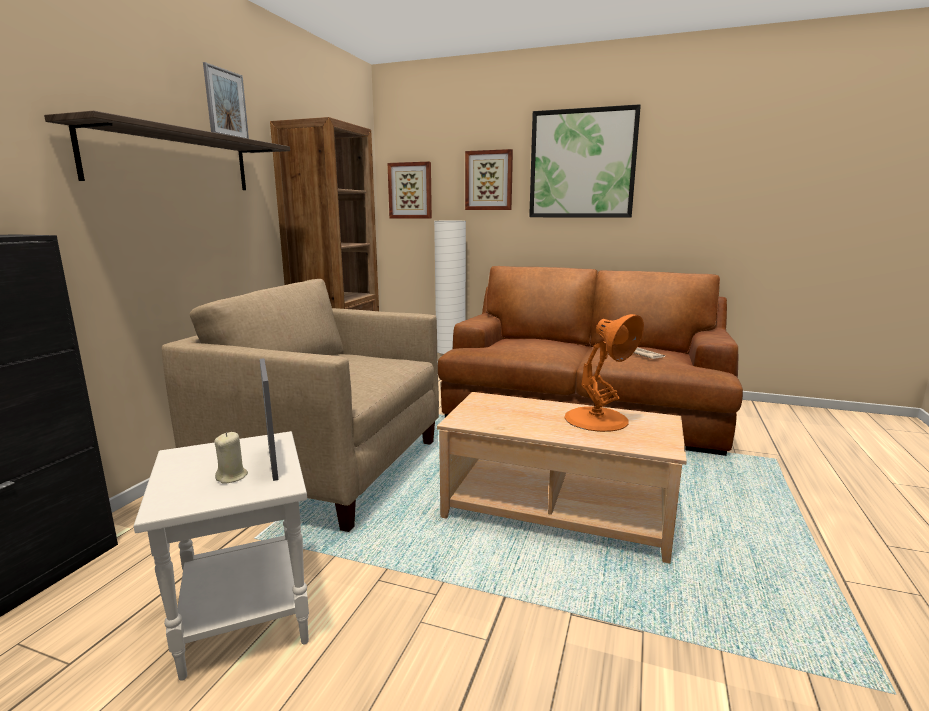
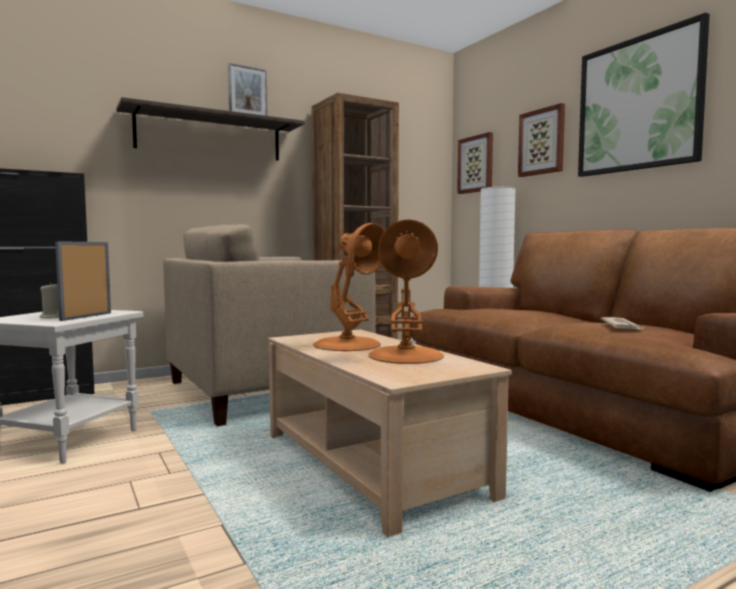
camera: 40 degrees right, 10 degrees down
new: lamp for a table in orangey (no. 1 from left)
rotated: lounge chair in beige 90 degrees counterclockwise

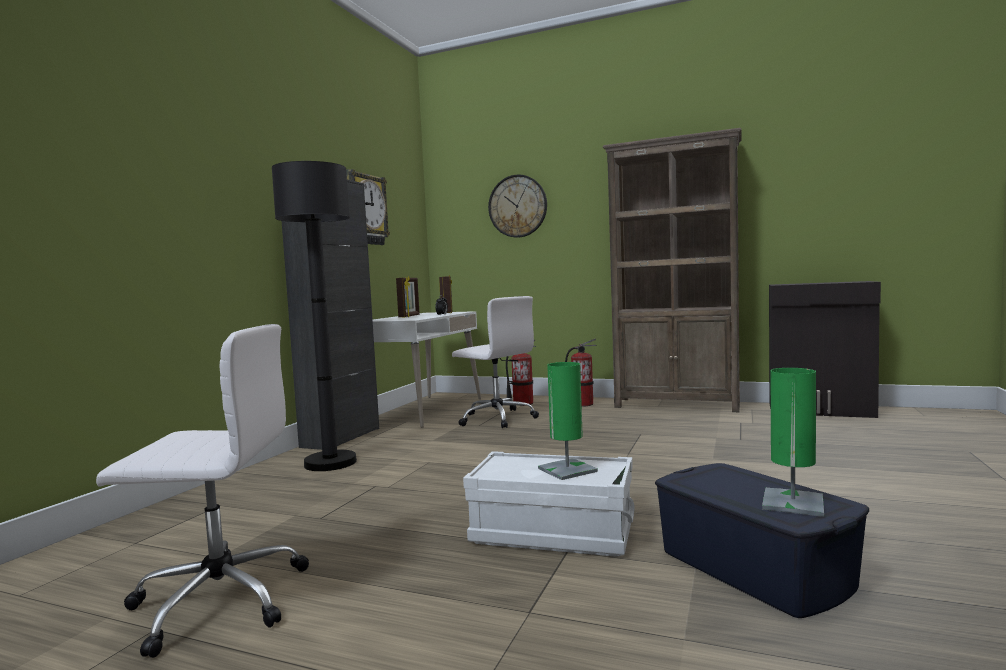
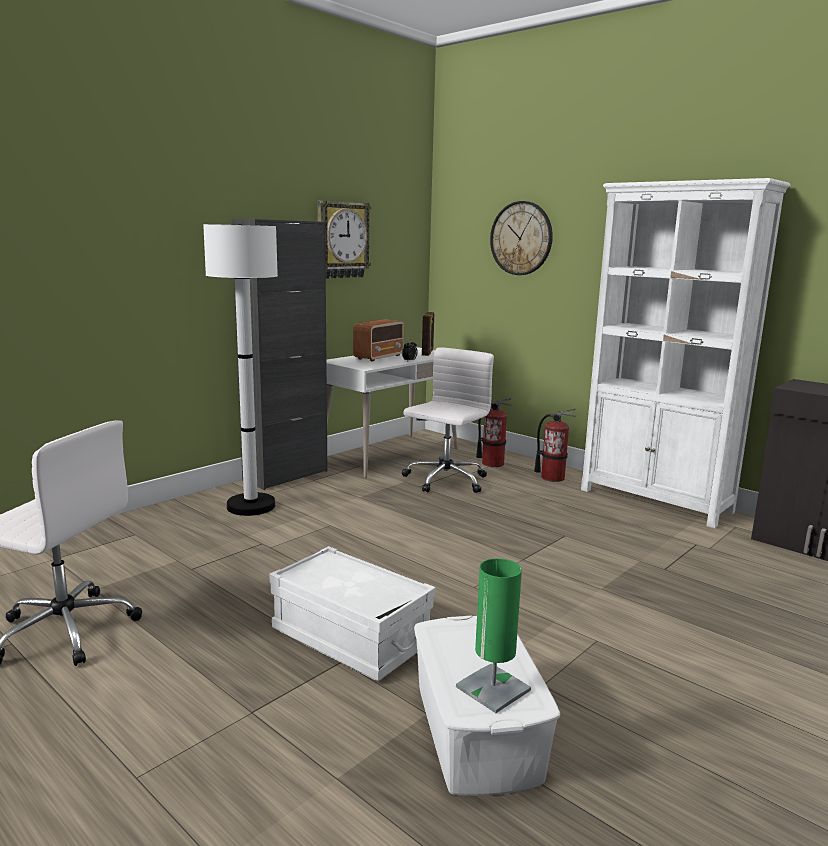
camera: 20 degrees right, 10 degrees up
gone: lamp for a table in green (no. 1 from left)
swapped: photo frame (no. 1 from left) to radio receiver
repainted: standard lamp in blackish to standard lamp in white; shelving unit in brown to shelving unit in white; storage box in bluish to storage box in white (no. 2 from left)
rotated: computer chair in white (no. 2 from left) 120 degrees counterclockwise

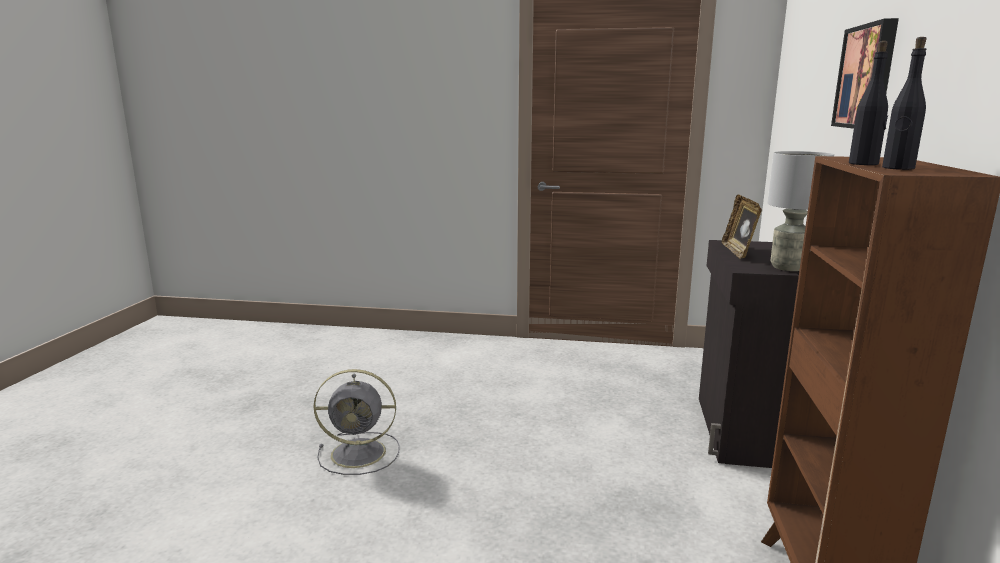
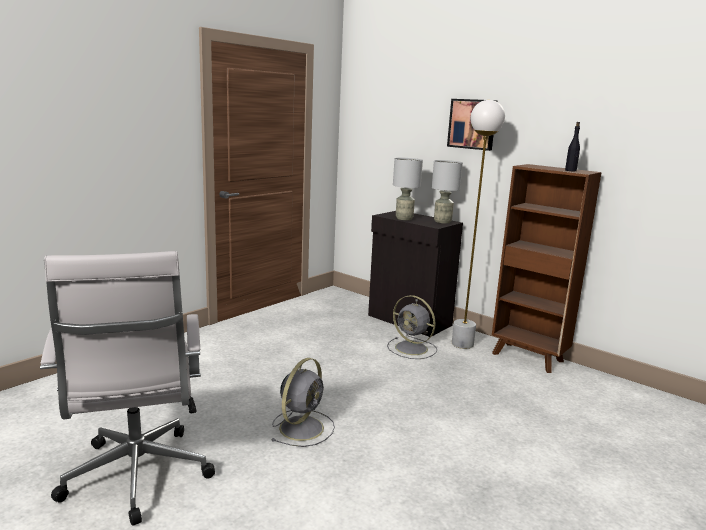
camera: 60 degrees left, 0 degrees up
gone: beverage bottle in blackish (no. 1 from left)
new: computer chair in white; fan in grey (no. 2 from left); standard lamp in white
swapped: photo frame to lamp for a table in grey (no. 1 from left)

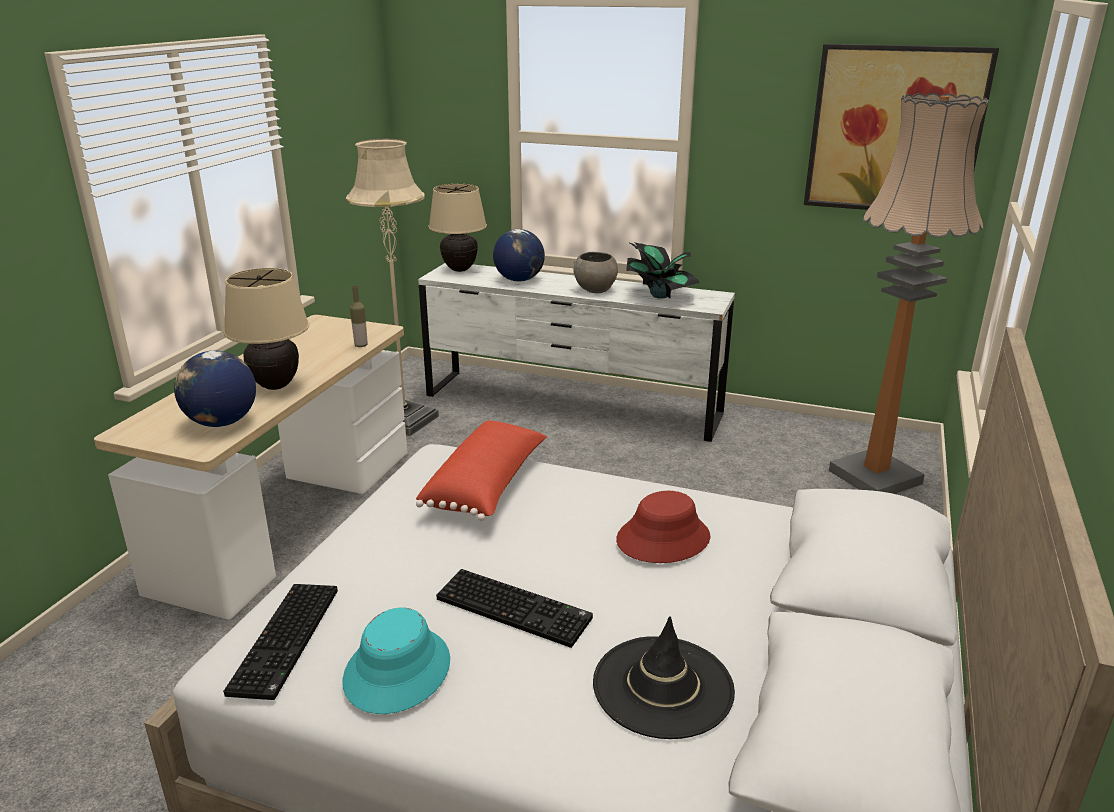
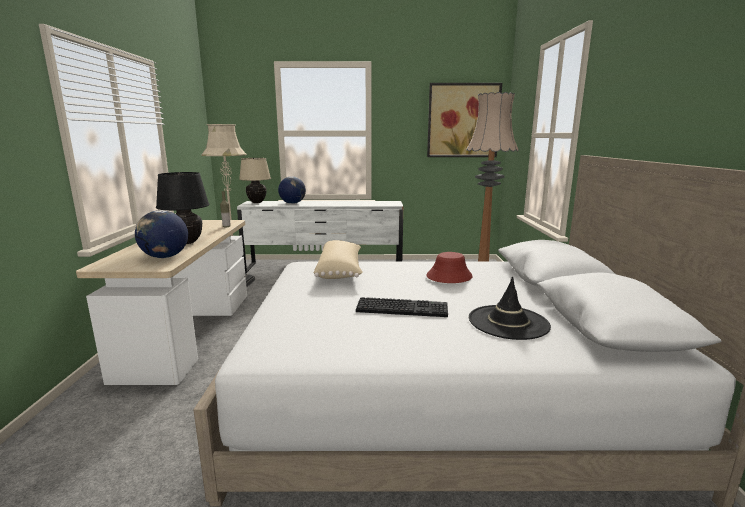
camera: 20 degrees left, 10 degrees down
gone: keyboard (no. 1 from left); clothing hat in turquoise-coloured; bowl in grey; plant in a pot
repainted: lamp for a table in beige (no. 1 from left) to lamp for a table in blackish; pillow in reddish to pillow in beige

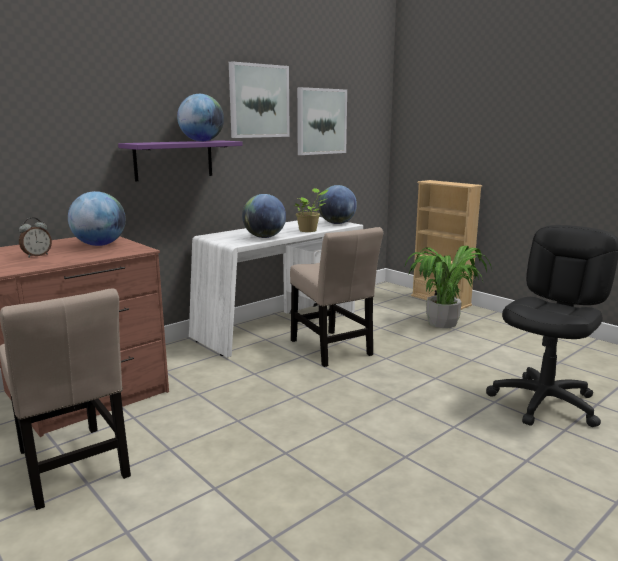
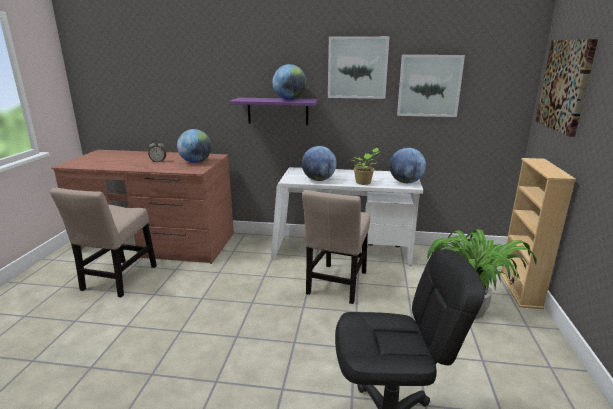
camera: 50 degrees right, 5 degrees up
new: wall art (no. 3 from left)

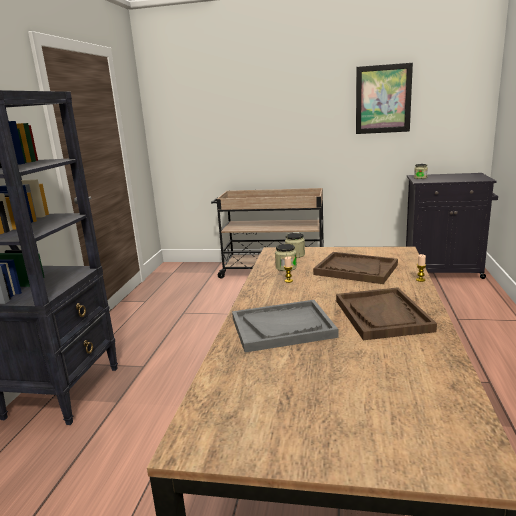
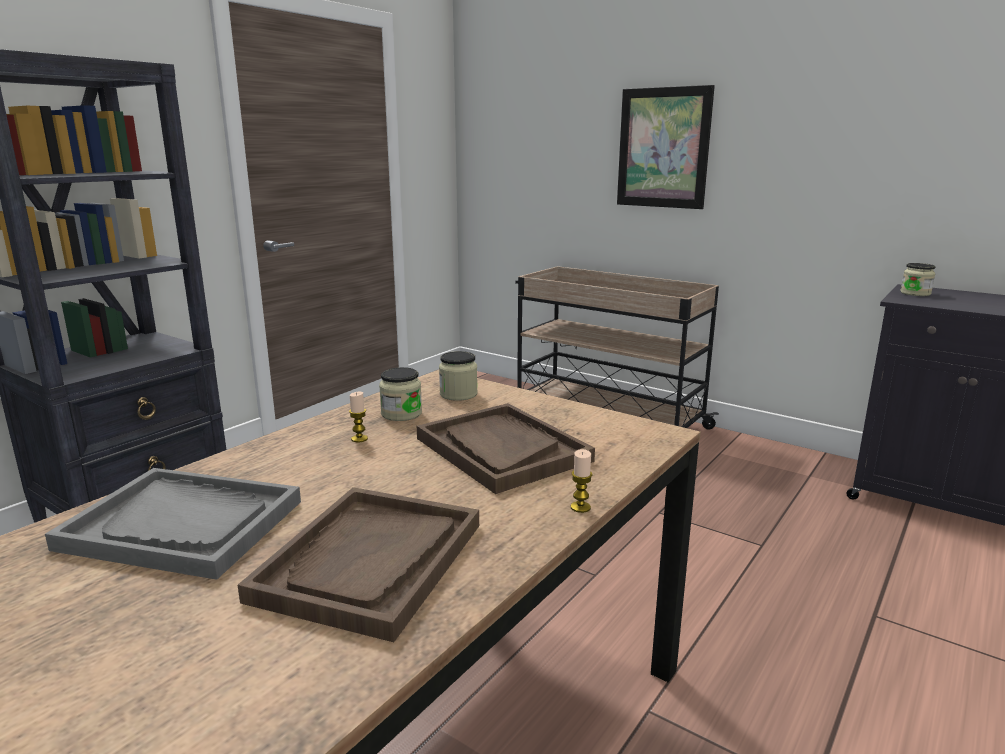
camera: 25 degrees right, 0 degrees up
shifted: wall art

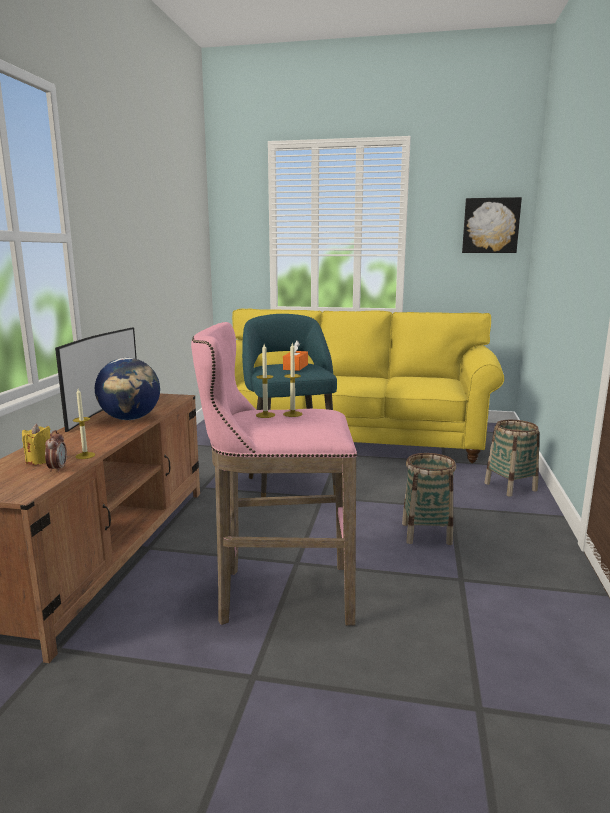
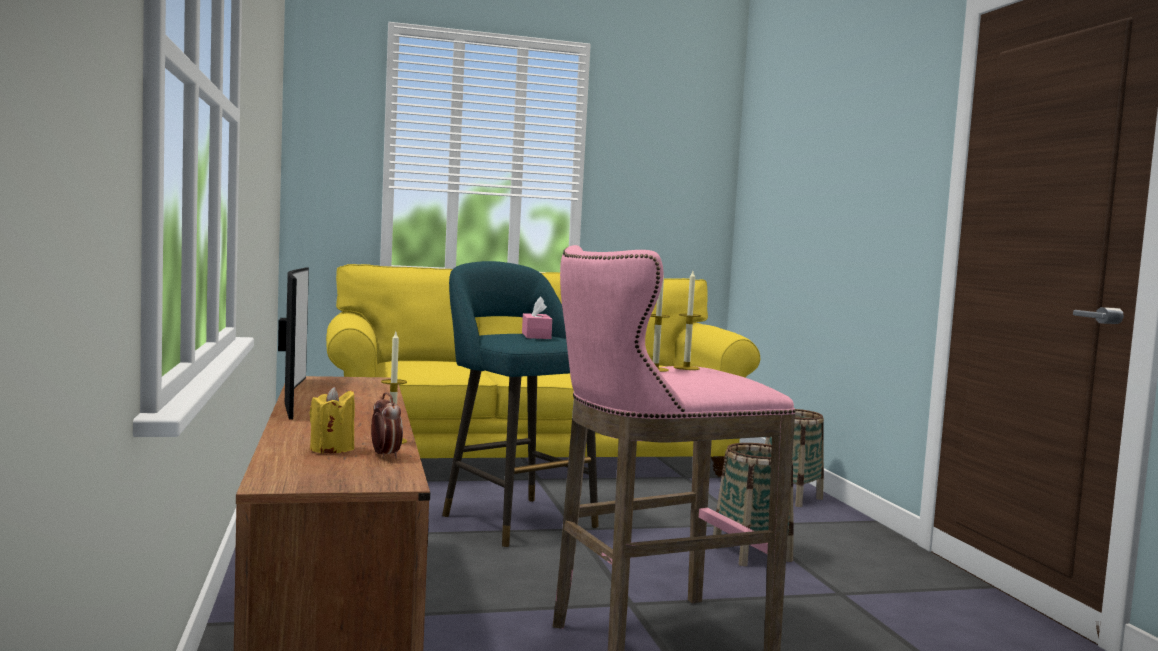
camera: 25 degrees left, 10 degrees down
gone: desk globe; wall art
repainted: box of tissues in orangey to box of tissues in pink-coloured

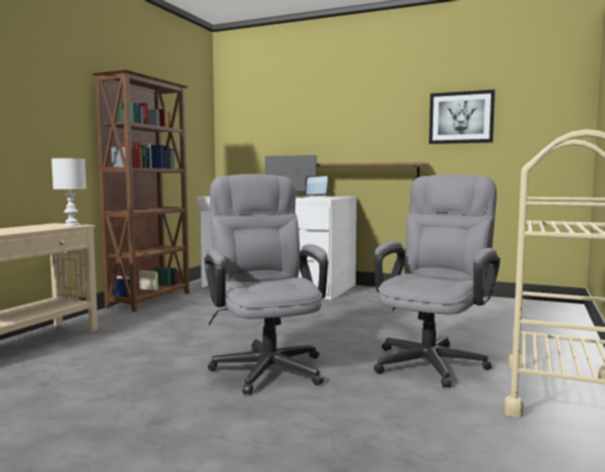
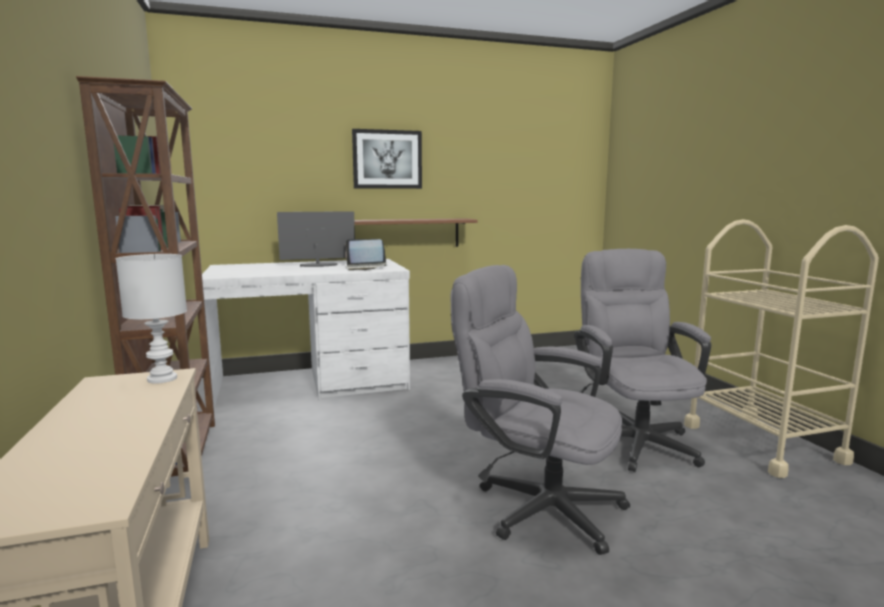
camera: 40 degrees left, 5 degrees up
shifted: wall art

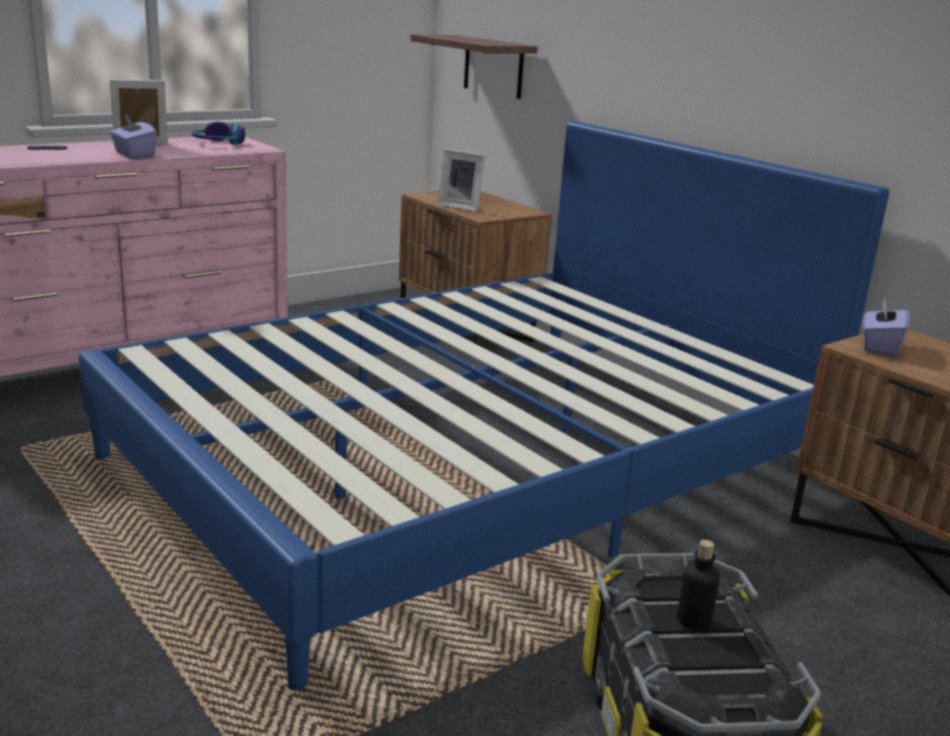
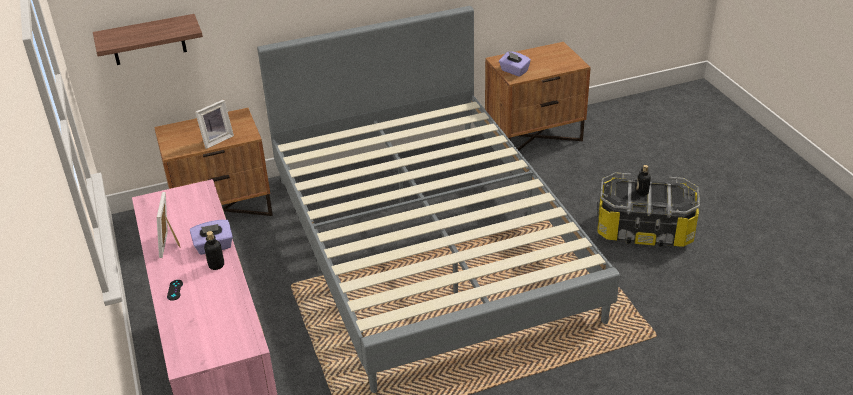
camera: 70 degrees left, 15 degrees up
gone: headphones
new: beverage bottle (no. 1 from left)
repainted: sleeping bed in bluish to sleeping bed in grey

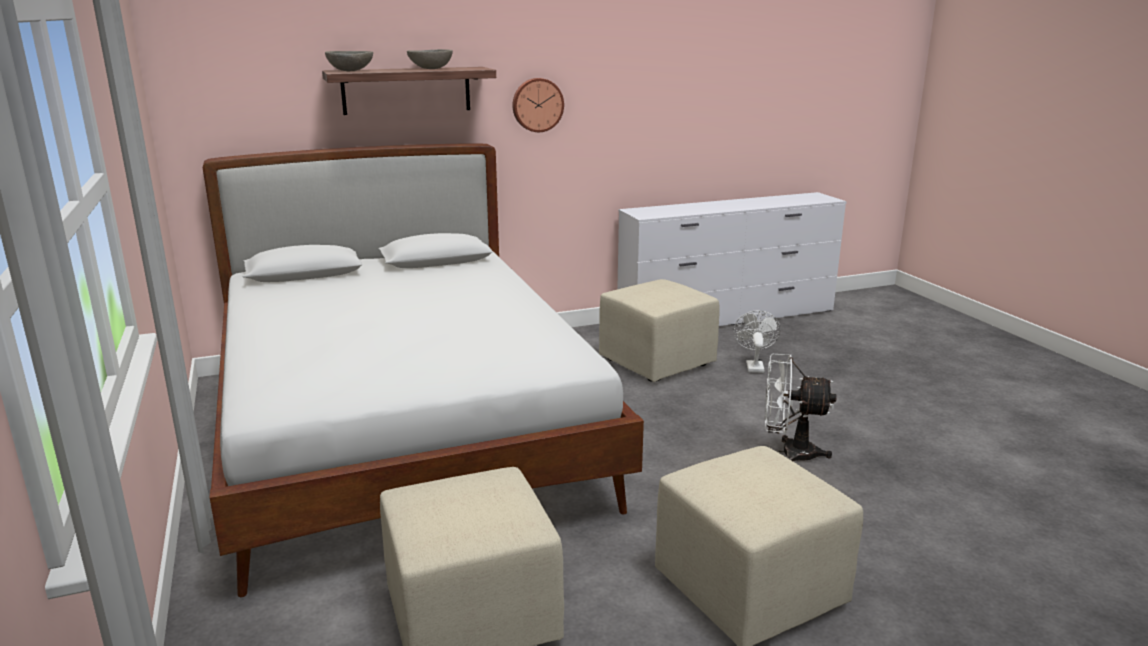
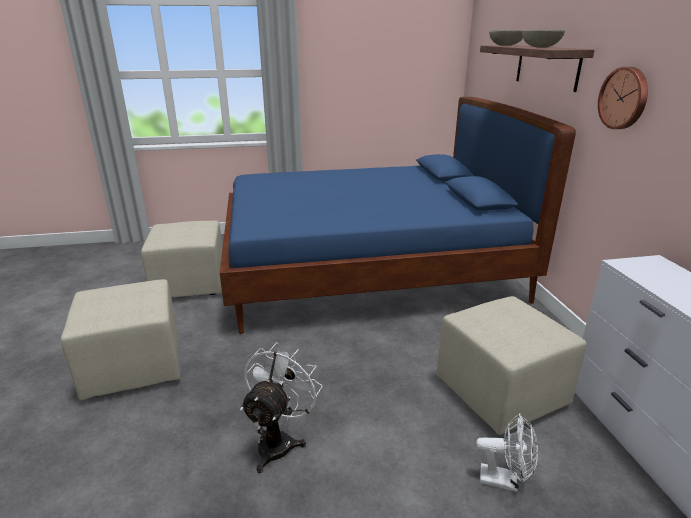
camera: 100 degrees right, 5 degrees up
repainted: sleeping bed in white to sleeping bed in bluish

